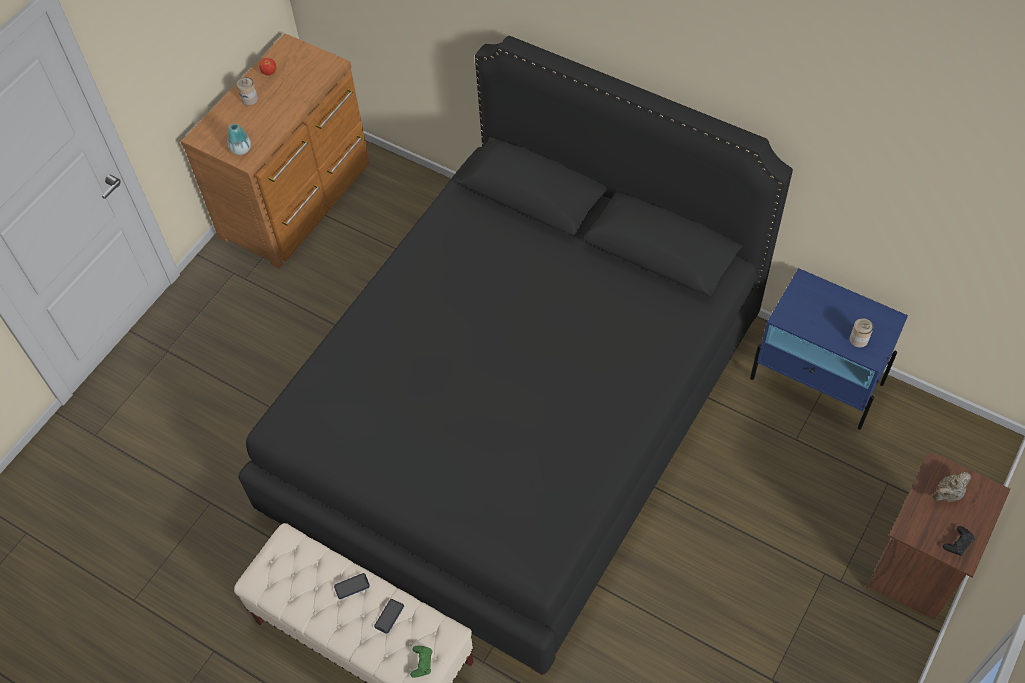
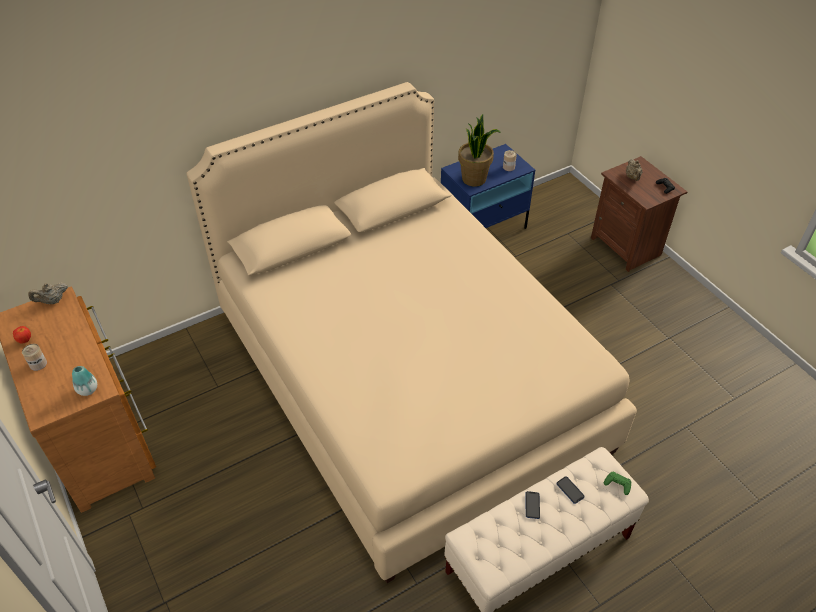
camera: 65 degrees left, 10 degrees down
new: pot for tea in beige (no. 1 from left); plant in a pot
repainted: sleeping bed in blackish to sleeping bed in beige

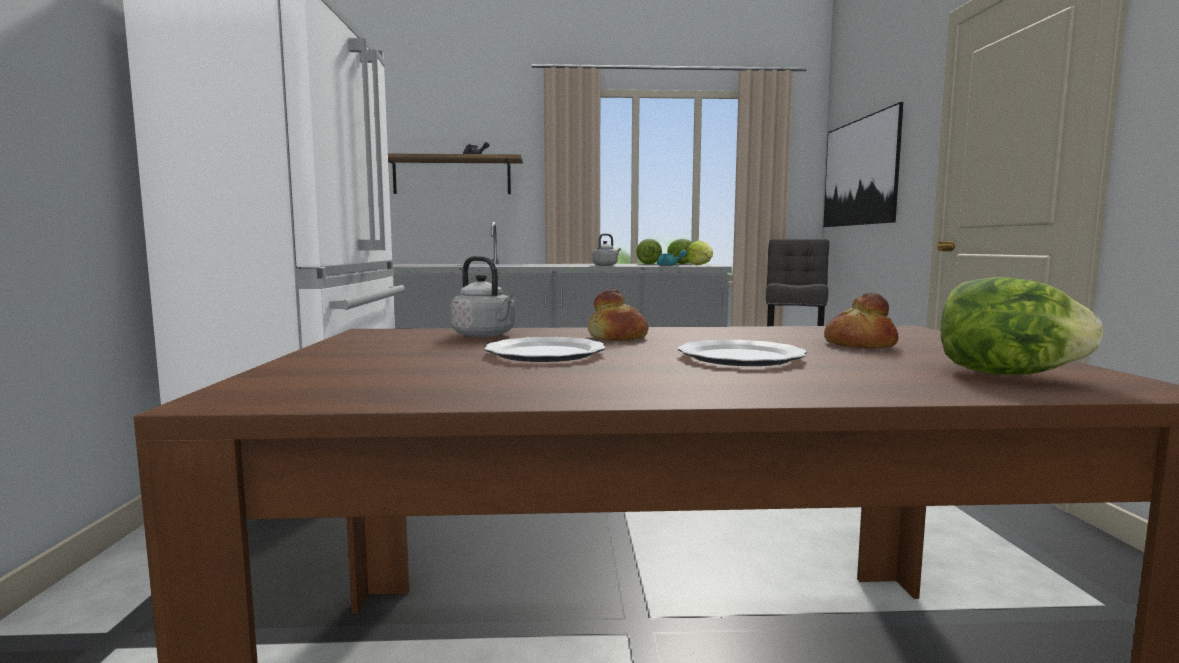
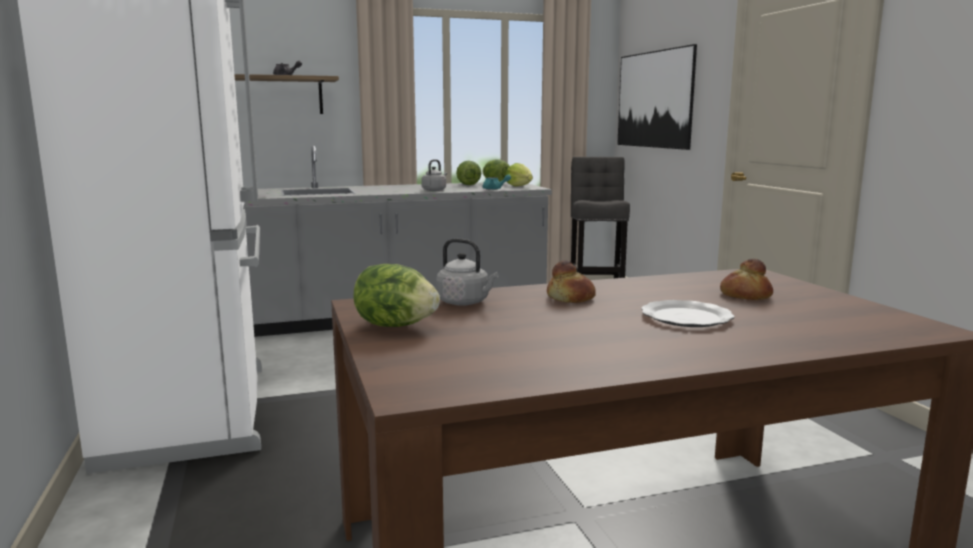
camera: 15 degrees left, 5 degrees up
gone: plate (no. 1 from left)
shifted: head of lettuce (no. 4 from left in the first image) to head of lettuce (no. 1 from left)

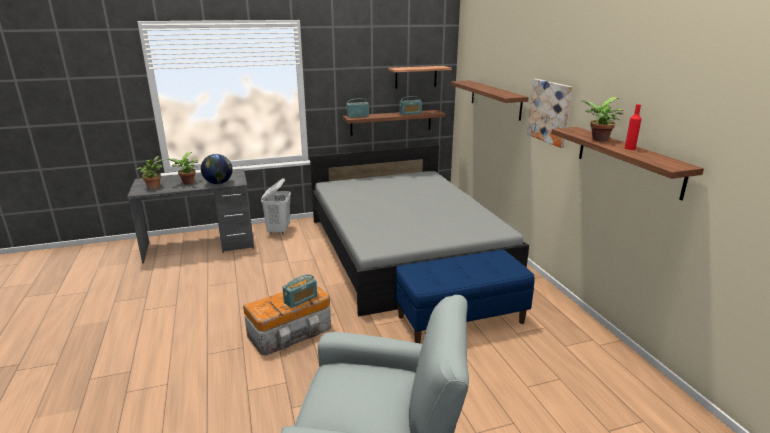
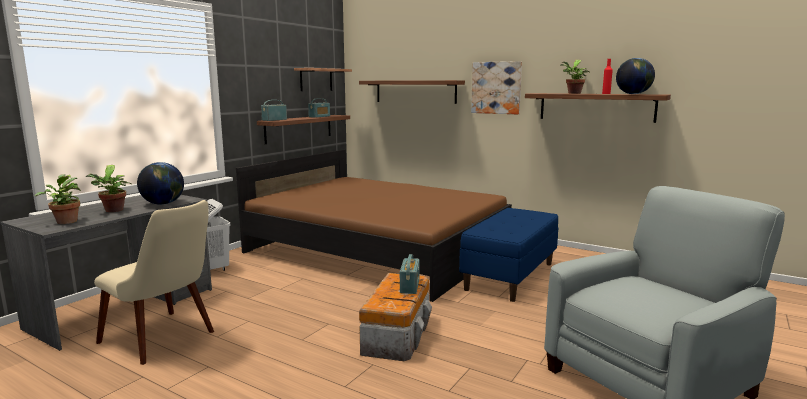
camera: 40 degrees left, 10 degrees down
new: upright chair in beige; desk globe (no. 2 from left)
repainted: sleeping bed in grey to sleeping bed in brown

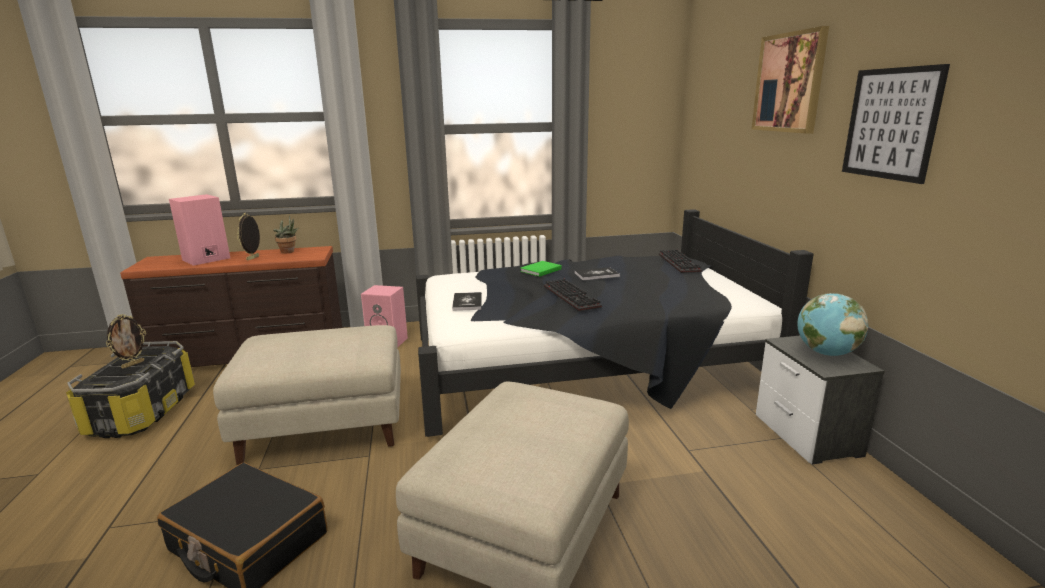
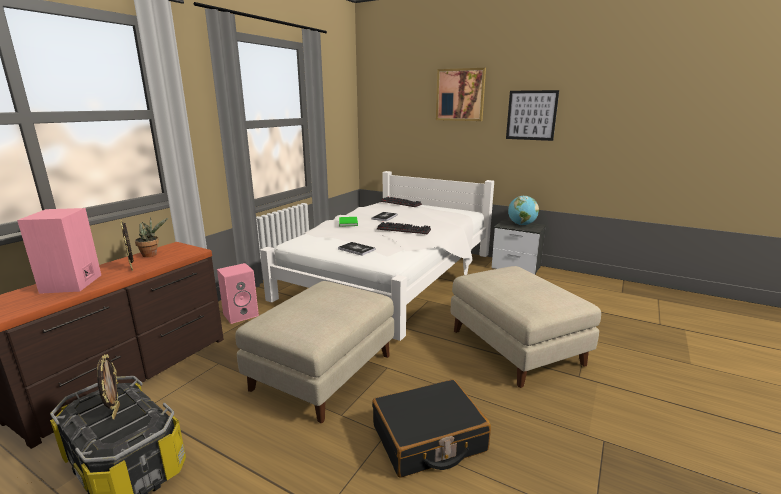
camera: 50 degrees left, 0 degrees up
repainted: sleeping bed in blackish to sleeping bed in white

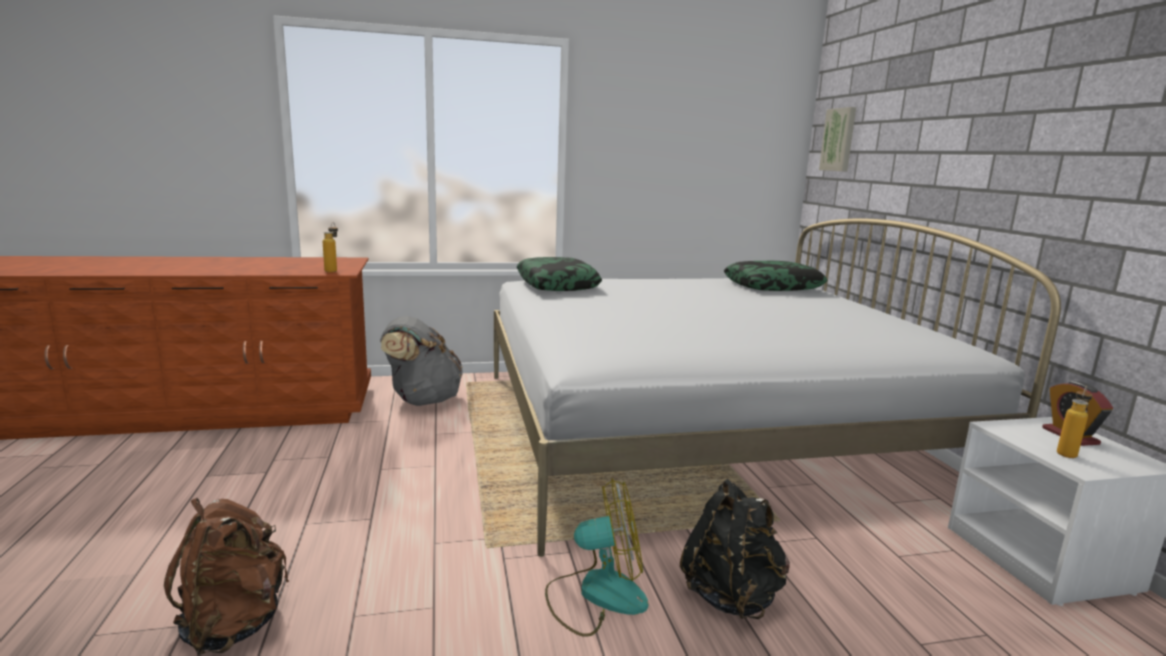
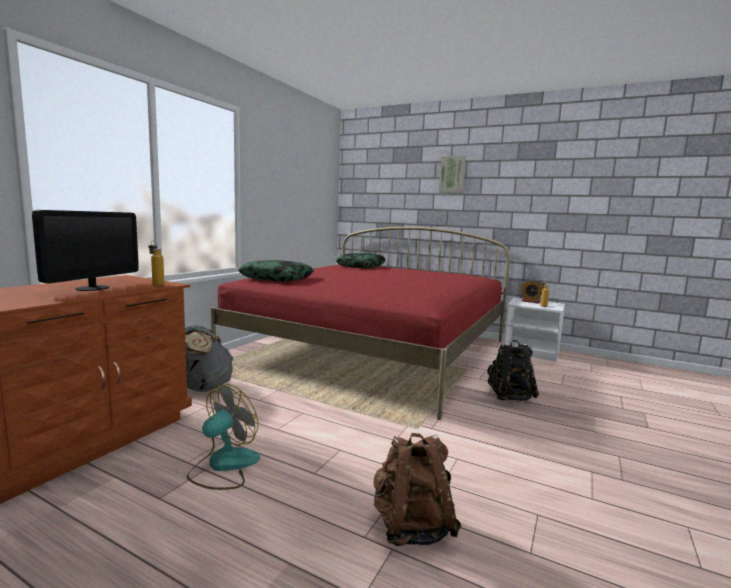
camera: 50 degrees left, 5 degrees down
new: computer screen
shifted: fan; wall art
repainted: sleeping bed in white to sleeping bed in reddish

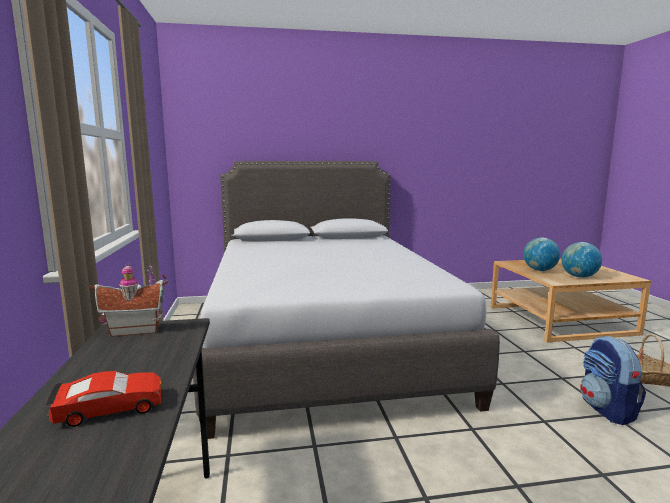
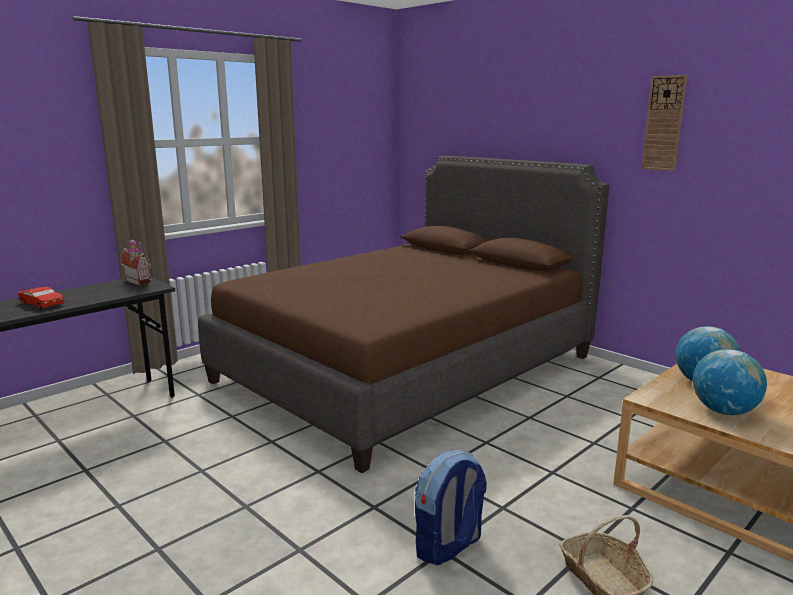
camera: 55 degrees right, 5 degrees up
new: clock on the wall
repainted: sleeping bed in grey to sleeping bed in brown

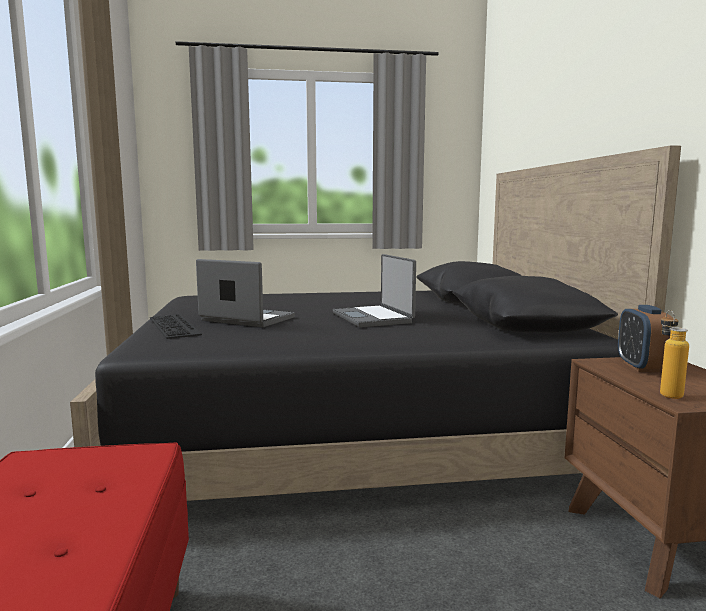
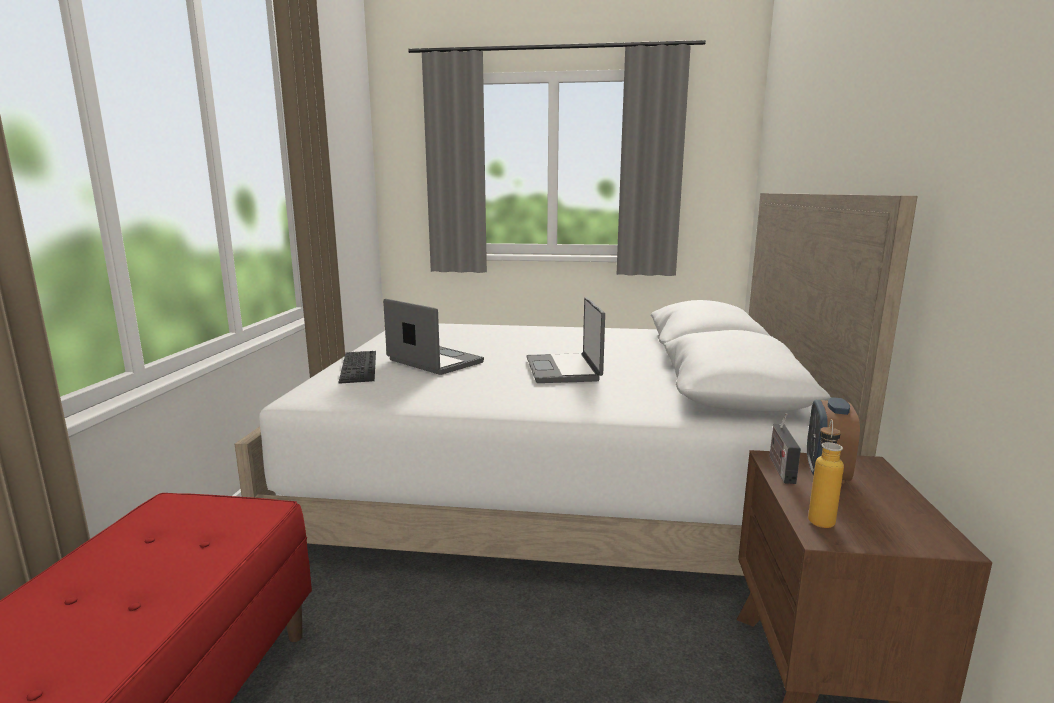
camera: 15 degrees right, 5 degrees up
new: radio receiver
repainted: sleeping bed in blackish to sleeping bed in white

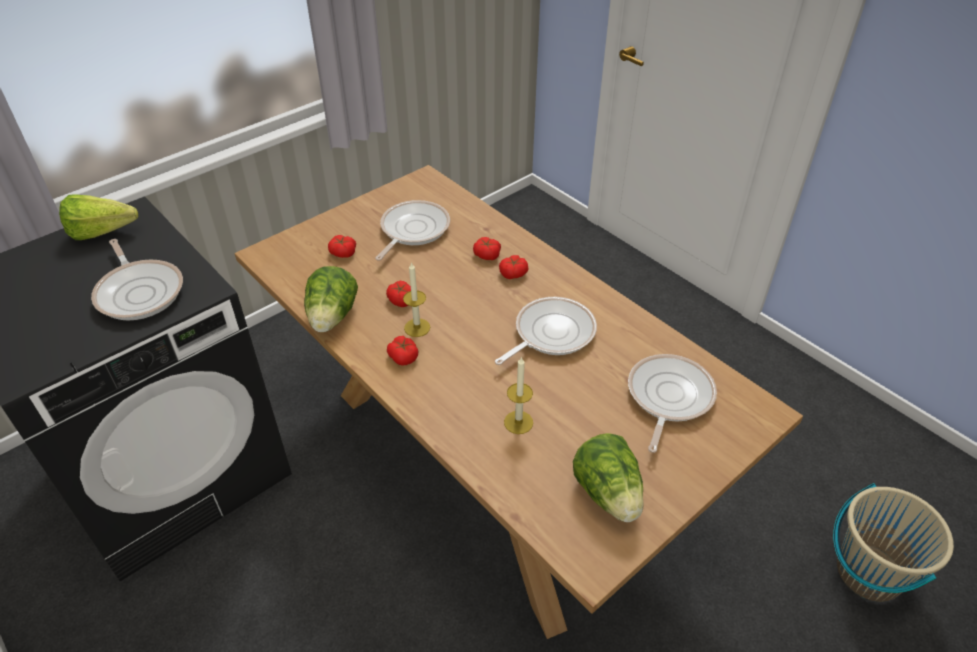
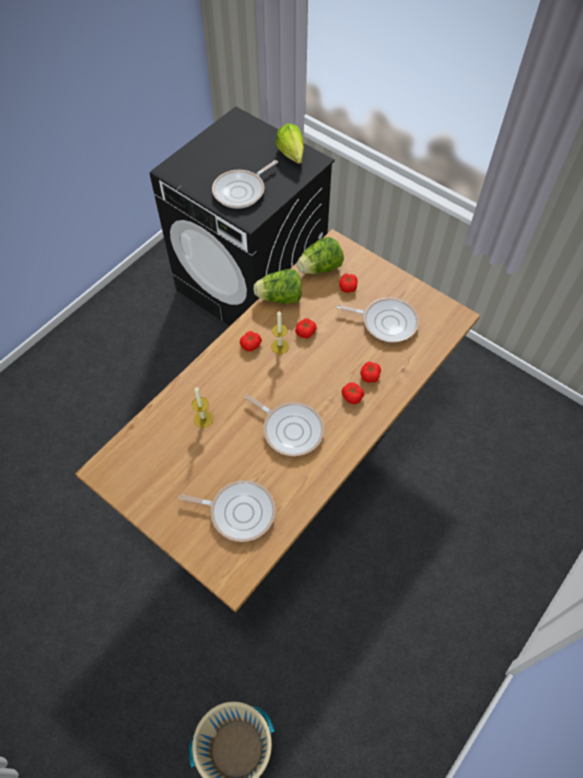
camera: 80 degrees right, 15 degrees up
shifted: head of lettuce (no. 3 from left)

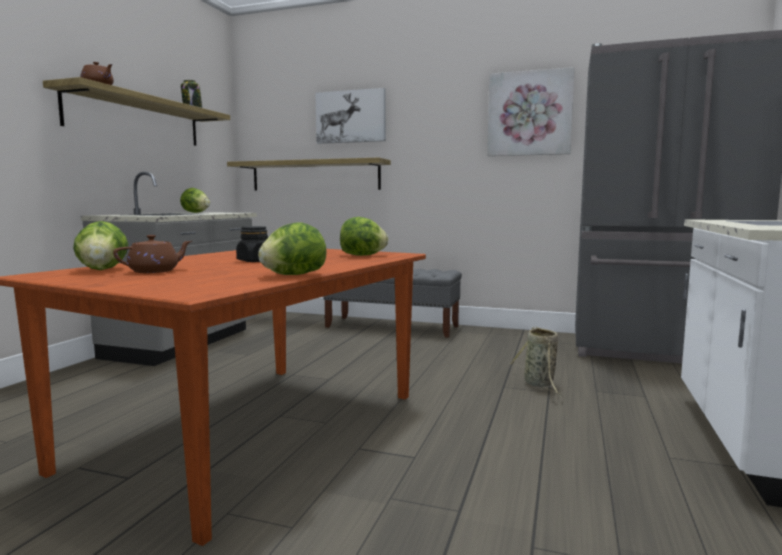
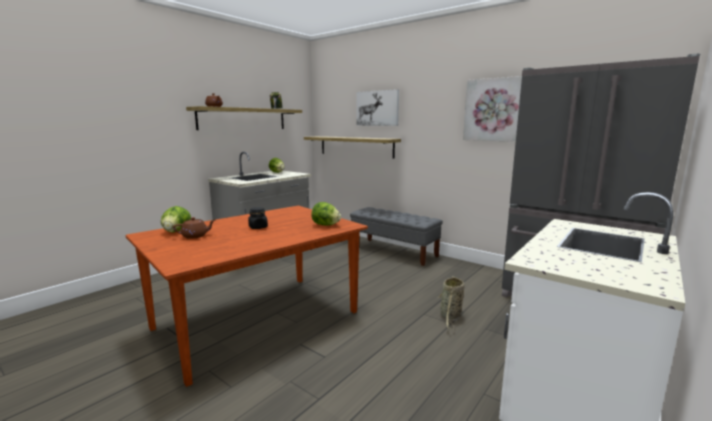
camera: 20 degrees right, 5 degrees up
gone: head of lettuce (no. 3 from left)

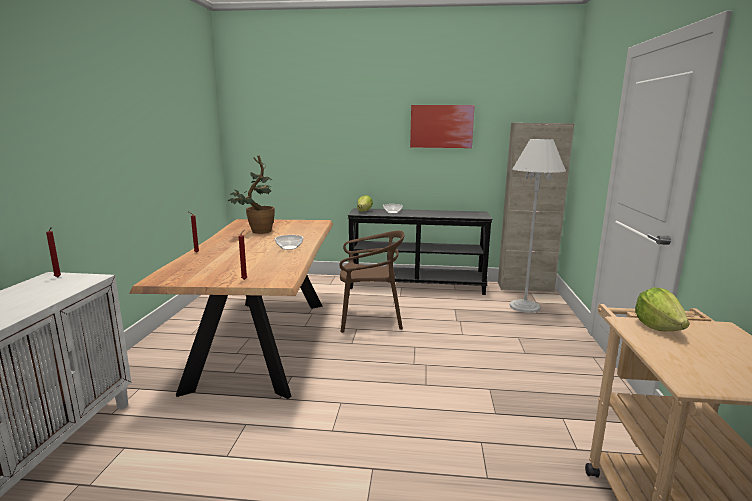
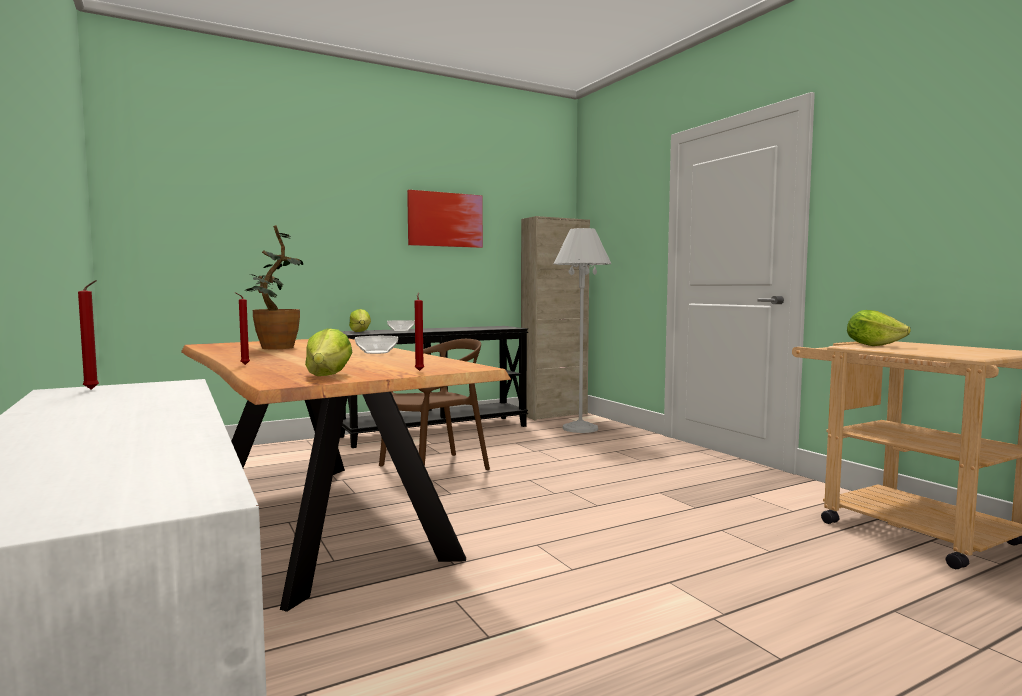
camera: 35 degrees left, 10 degrees down
new: head of lettuce (no. 1 from left)

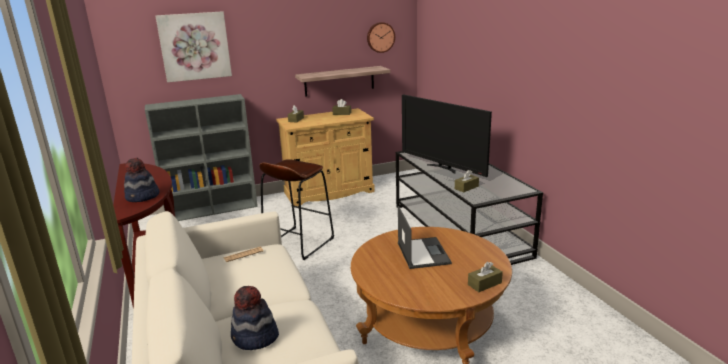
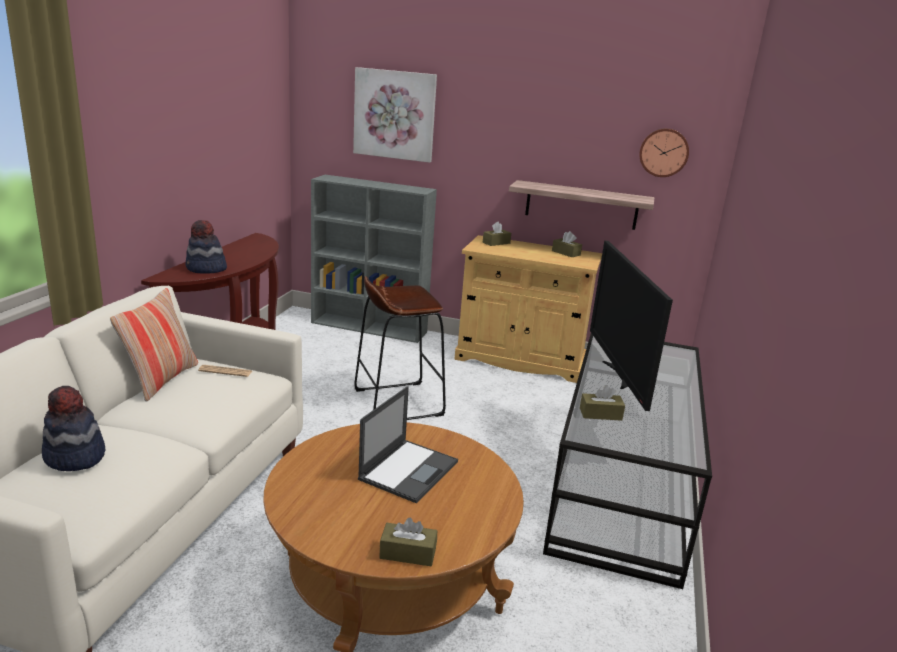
camera: 35 degrees right, 0 degrees up
new: pillow

